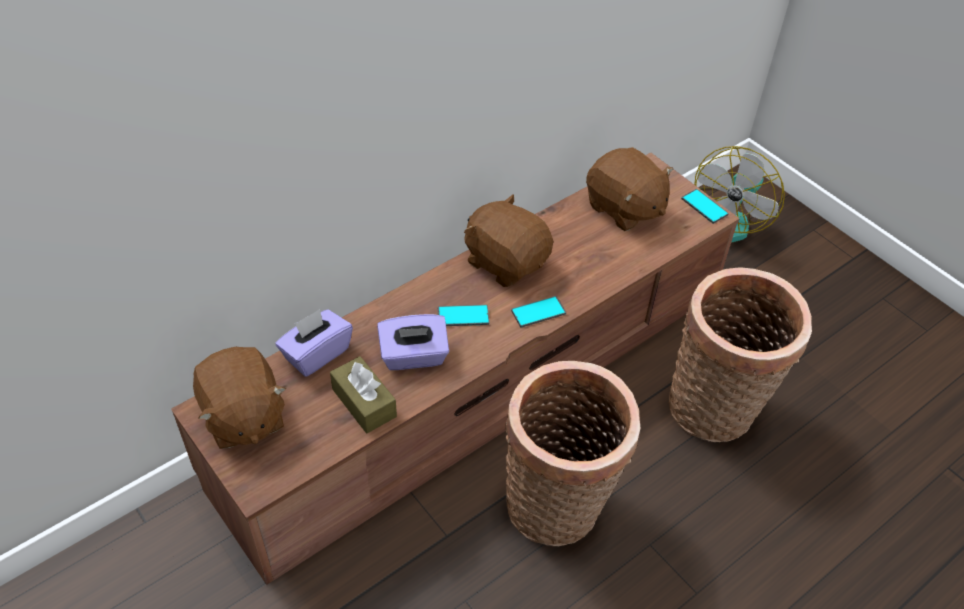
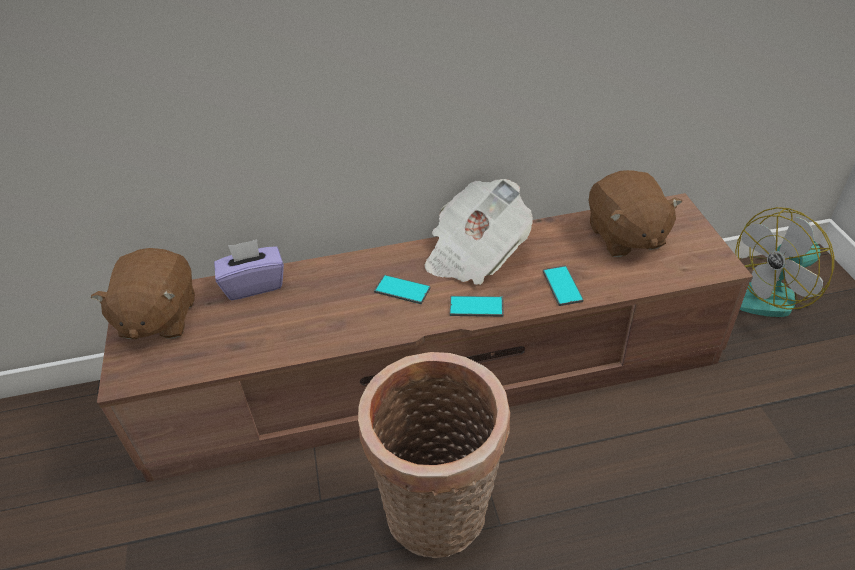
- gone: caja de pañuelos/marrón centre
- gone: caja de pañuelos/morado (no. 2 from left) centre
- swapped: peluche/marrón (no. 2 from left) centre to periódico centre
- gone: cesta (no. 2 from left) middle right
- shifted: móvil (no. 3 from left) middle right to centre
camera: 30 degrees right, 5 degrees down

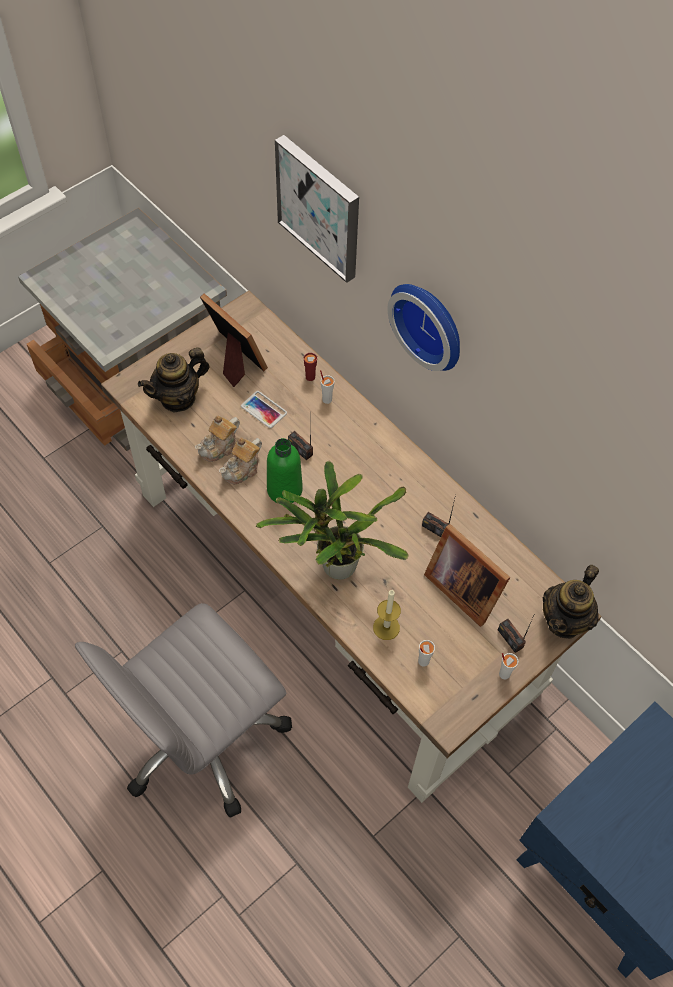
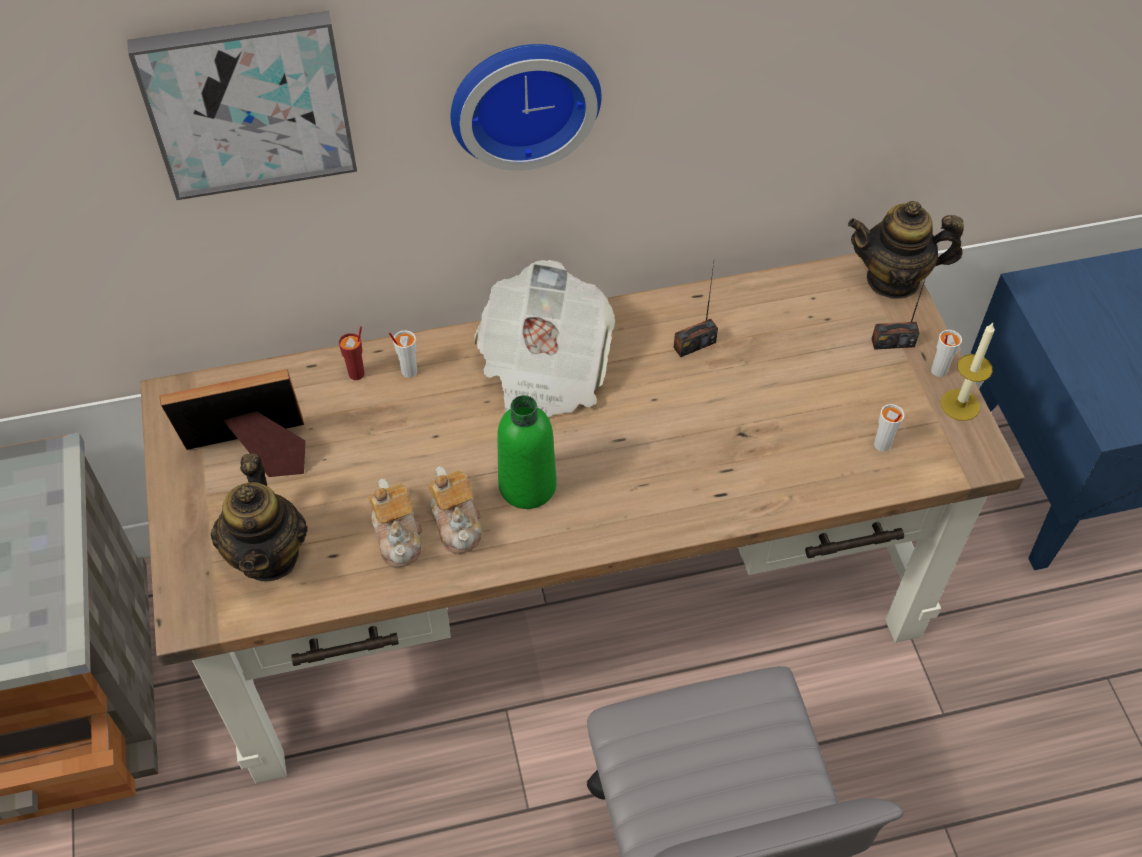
- gone: móvil centre
- gone: planta en maceta centre
- gone: radio (no. 1 from left) centre
- shifted: vela centre to middle right
- gone: portarretratos (no. 2 from left) middle right
- rotated: tetera (no. 4 from left) middle right = top right 120 degrees clockwise
- new: periódico centre
camera: 60 degrees left, 5 degrees down

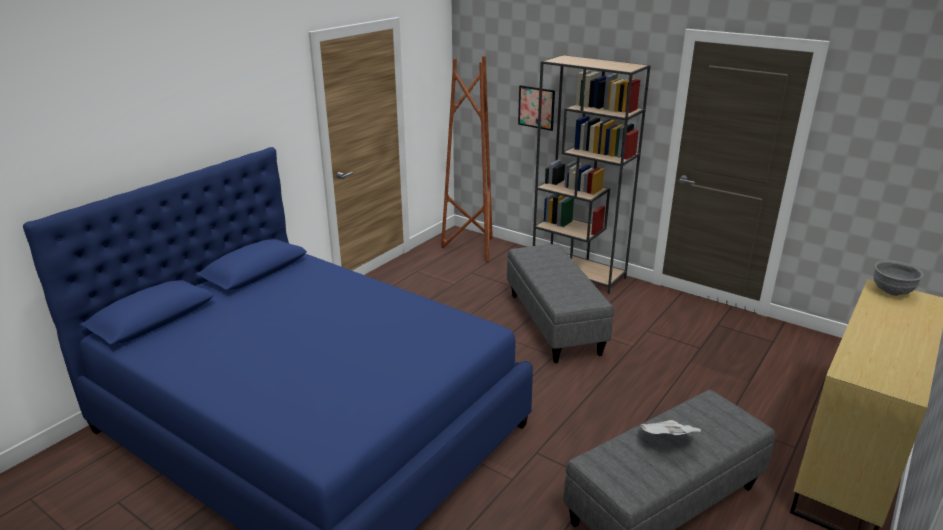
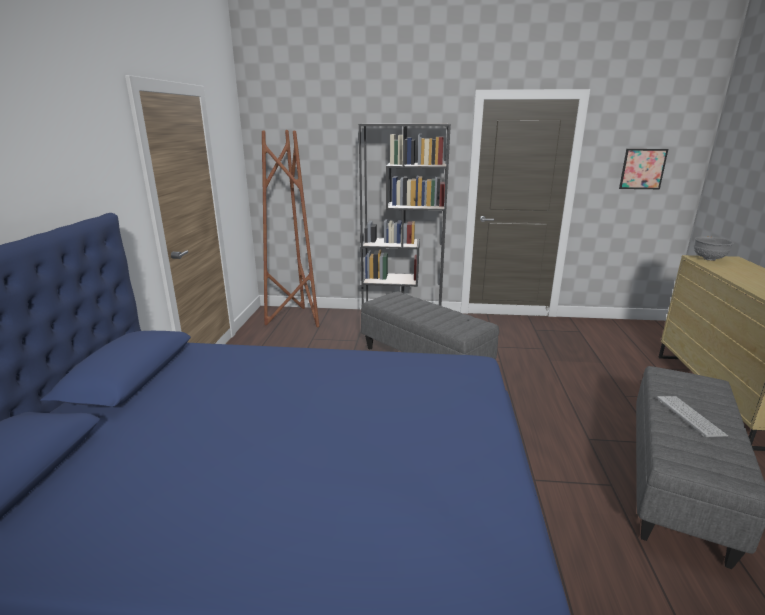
- shifted: cuadro top centre to top right
- swapped: periódico bottom right to teclado bottom right
camera: 30 degrees left, 5 degrees down

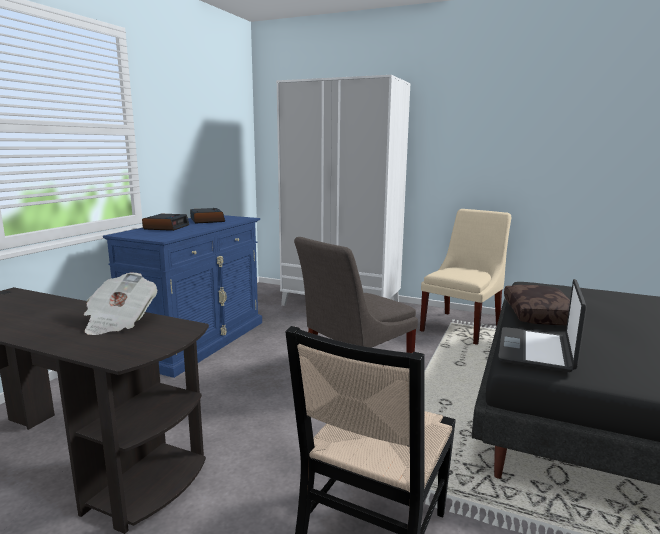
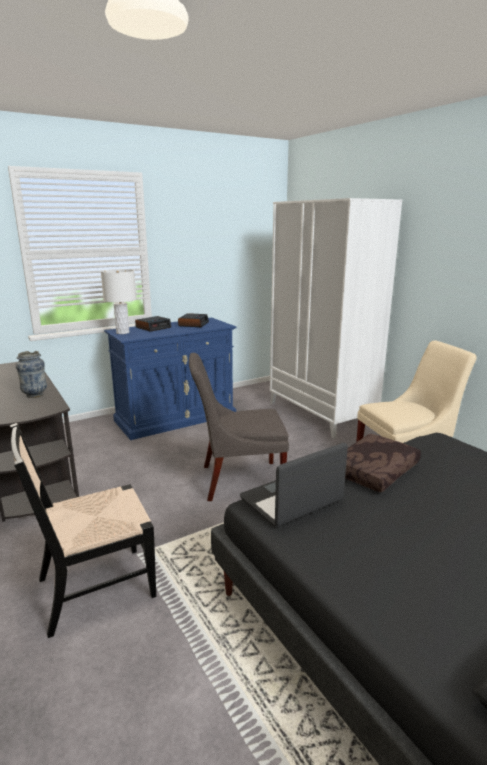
- swapped: periódico middle left to florero middle left
- new: lámpara de mesa/blanco middle left
camera: 35 degrees right, 5 degrees up

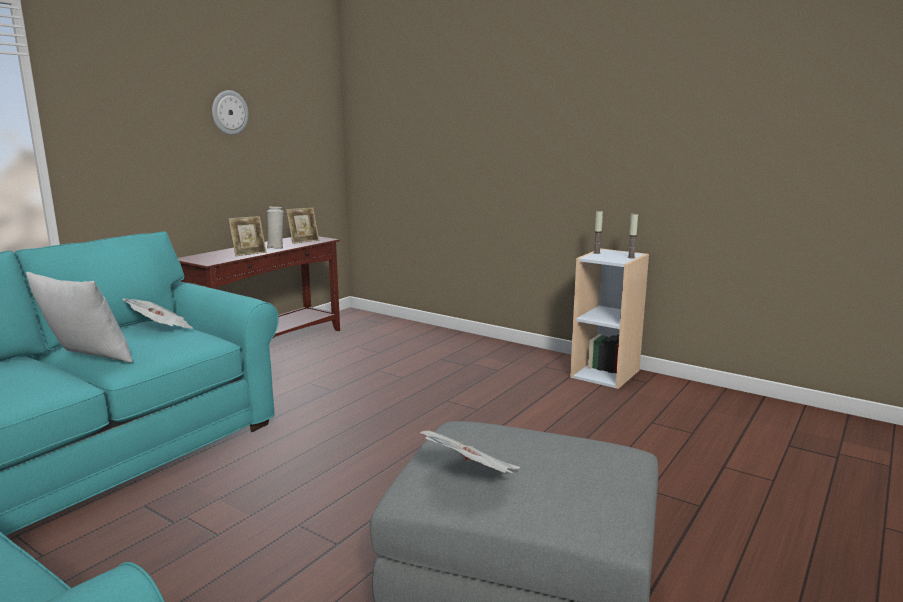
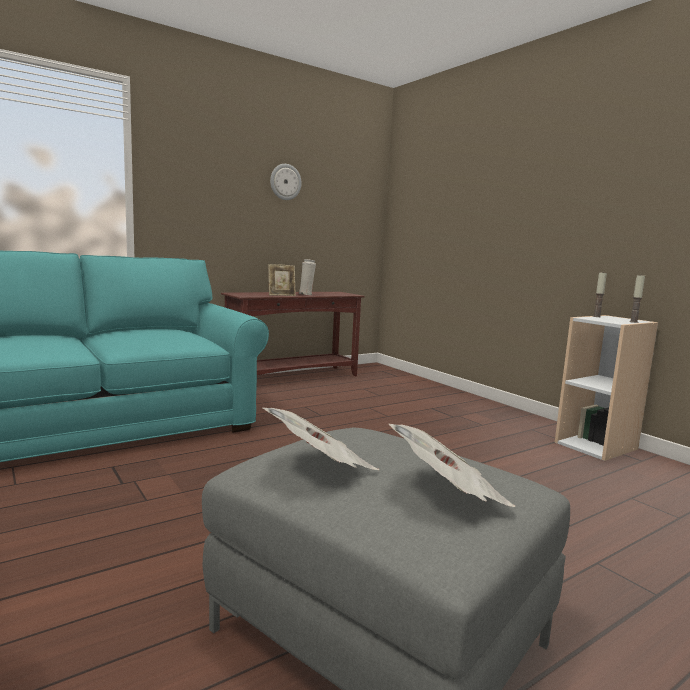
- gone: cojín/gris middle left
- shifted: periódico (no. 1 from left in the first image) middle left to periódico (no. 2 from left) bottom centre
- gone: portarretratos (no. 2 from left) centre
camera: 20 degrees right, 5 degrees down

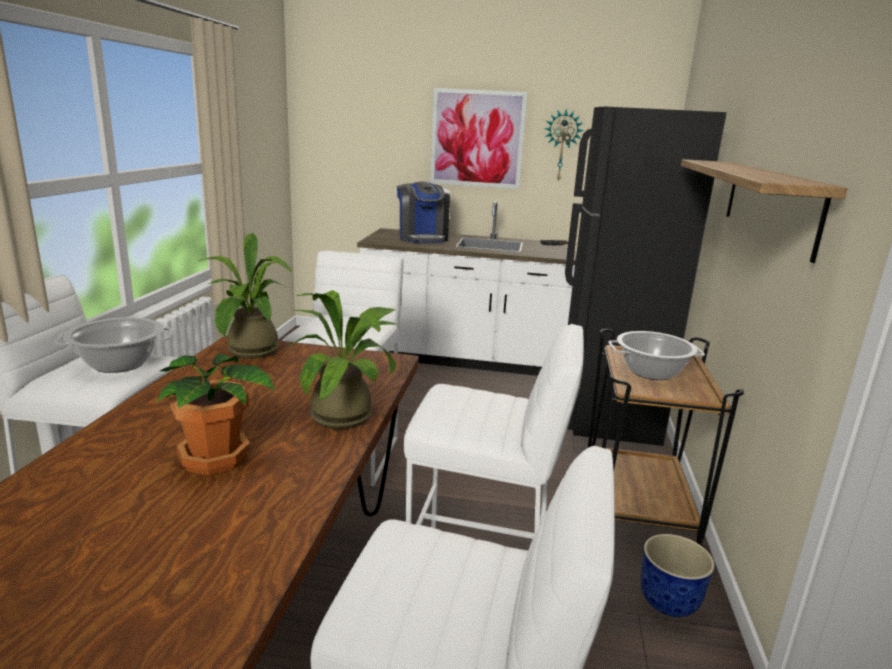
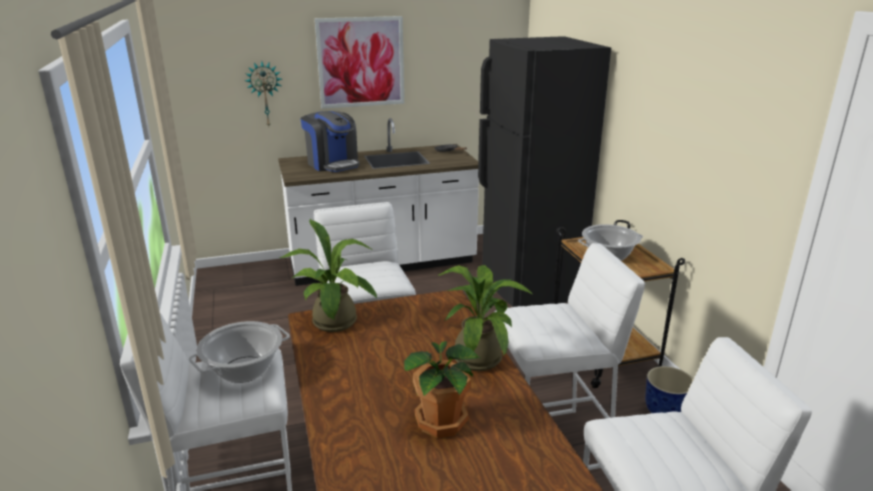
- shifted: reloj de pared top centre to top left
- gone: estante top right
camera: 25 degrees left, 5 degrees up

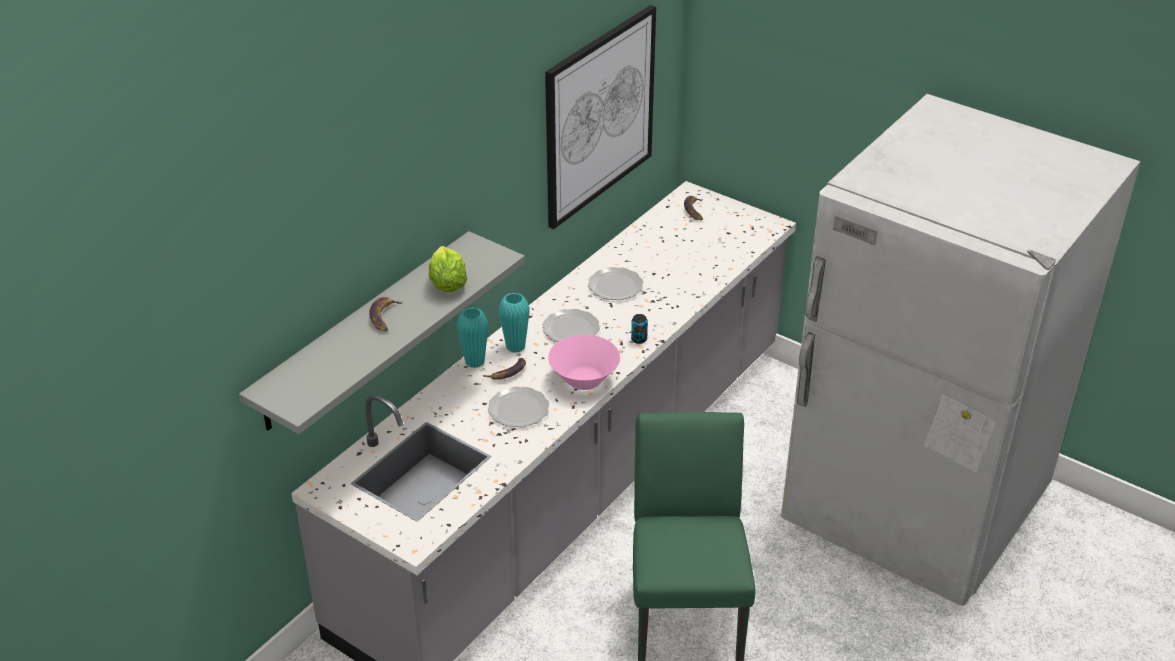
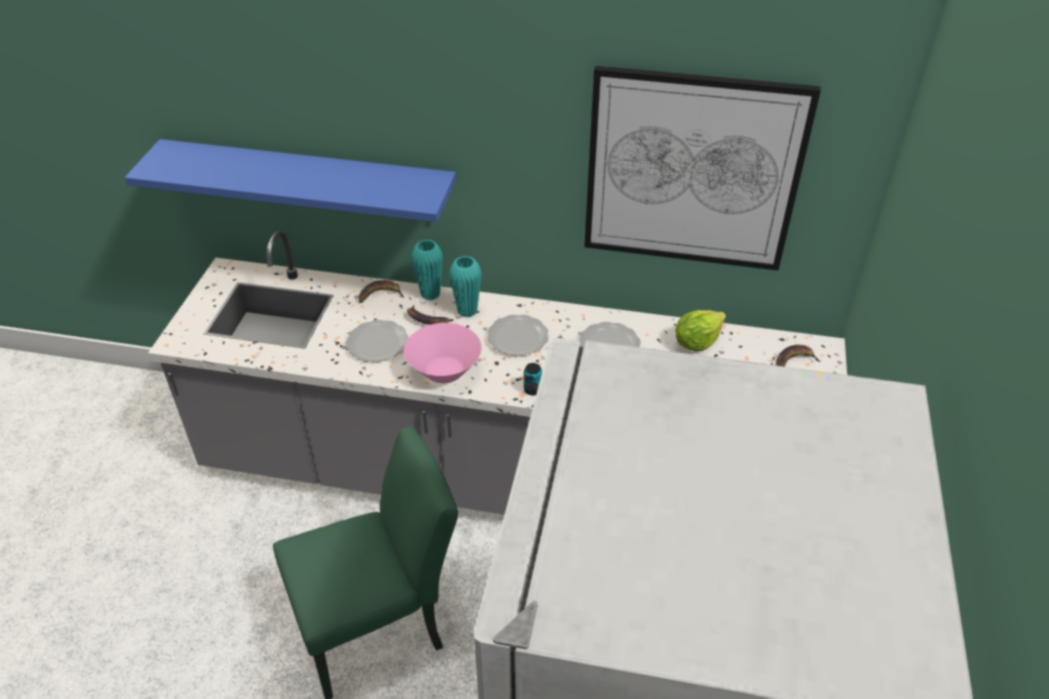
- repainted: estante/gris middle left to estante/azul top left
- shifted: plátano (no. 1 from left) middle left to centre
- shifted: lechuga centre to middle right
camera: 65 degrees right, 5 degrees up

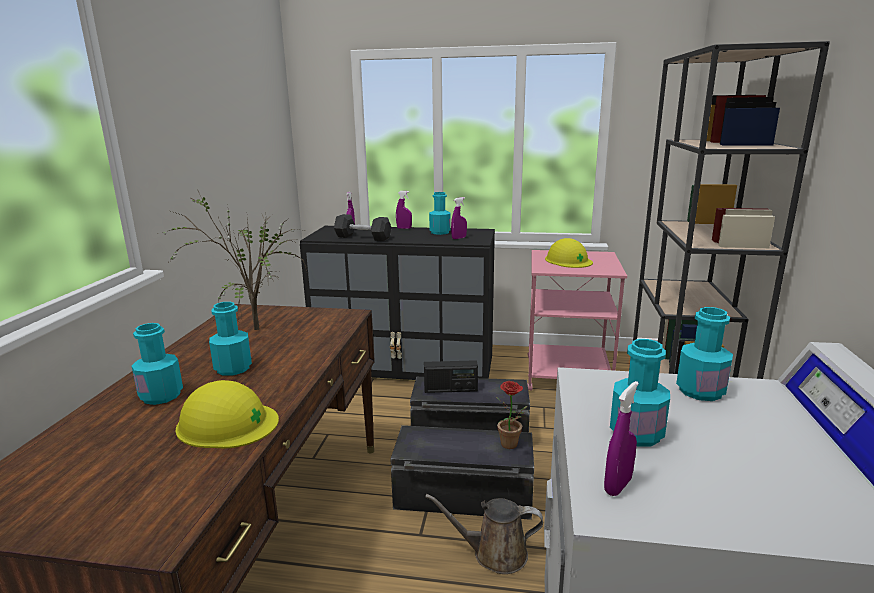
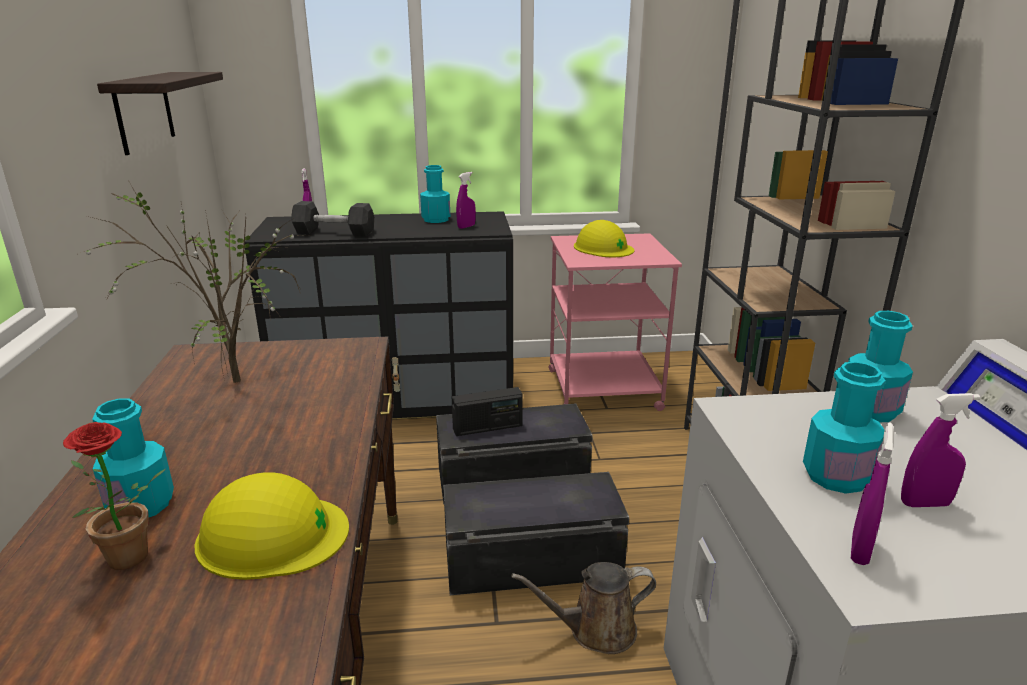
- gone: botella/turquesa (no. 2 from left) middle left
- shifted: pulverizador/morado (no. 2 from left in the first image) centre to pulverizador/morado (no. 4 from left) middle right
- shifted: planta en maceta (no. 2 from left in the first image) bottom centre to planta en maceta (no. 1 from left) bottom left
- new: estante top left
camera: 15 degrees left, 5 degrees up

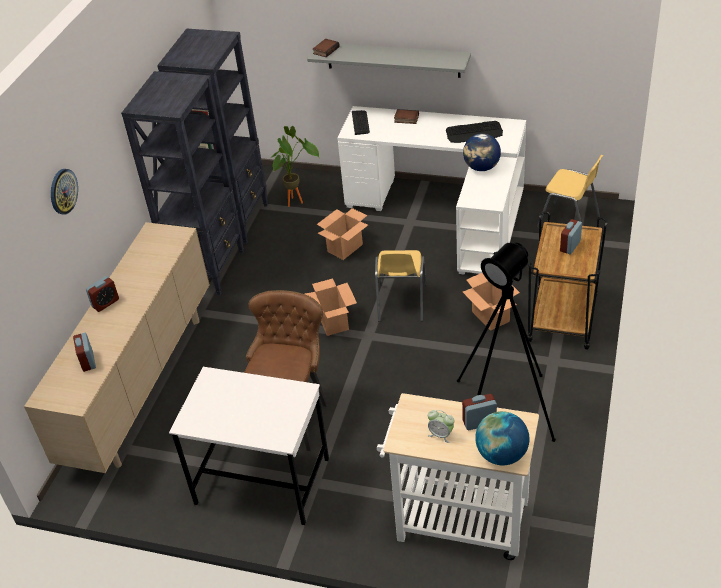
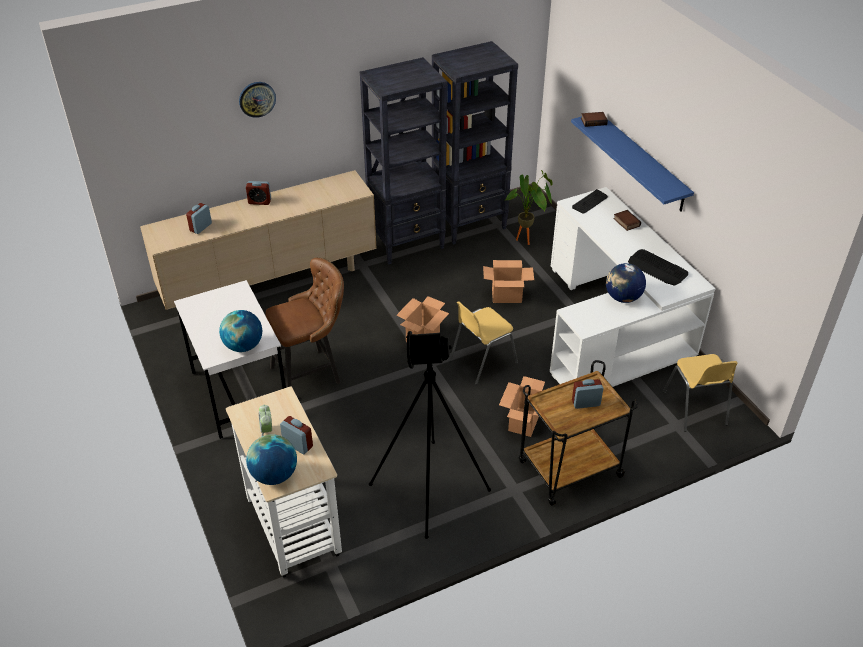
- repainted: estante/gris top centre to estante/azul top right
- new: globo terráqueo (no. 1 from left) middle left
camera: 45 degrees right, 0 degrees up

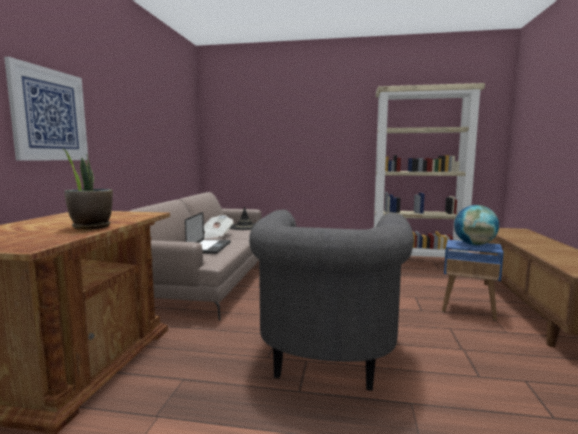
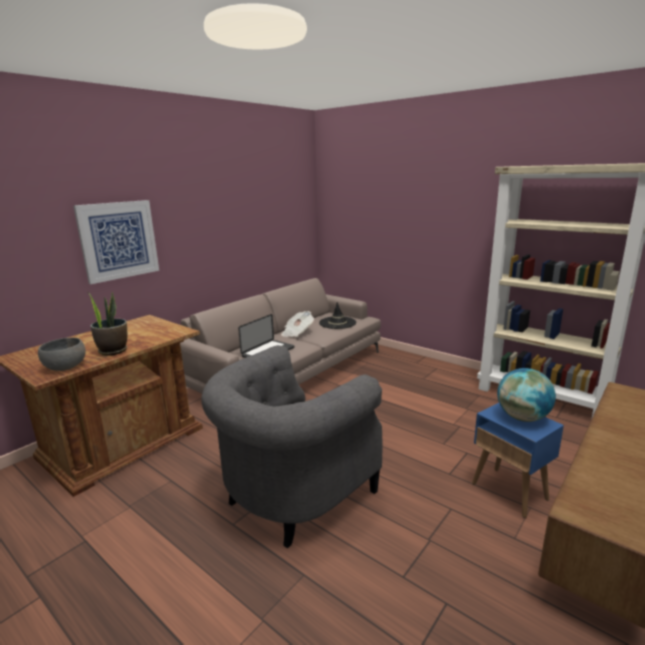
- new: cuenco/gris middle left
camera: 30 degrees right, 10 degrees up

